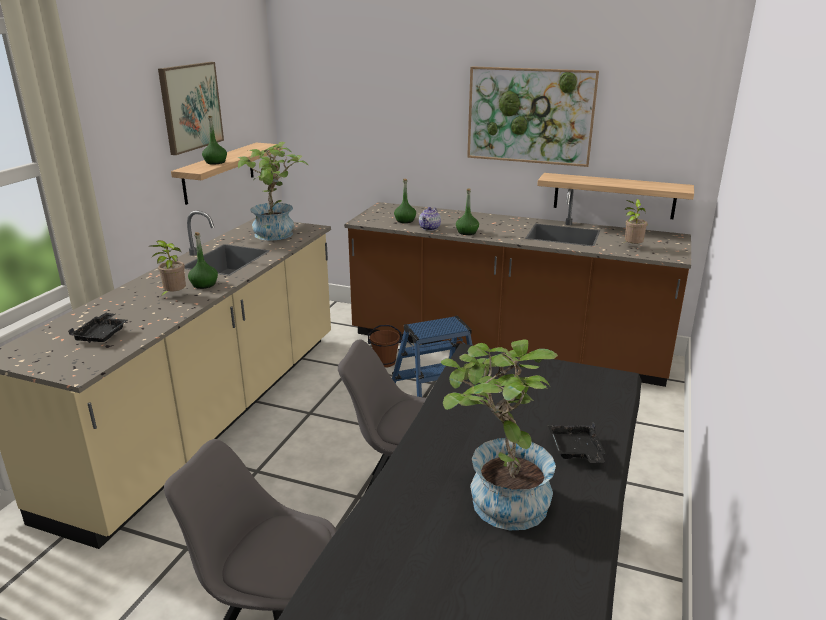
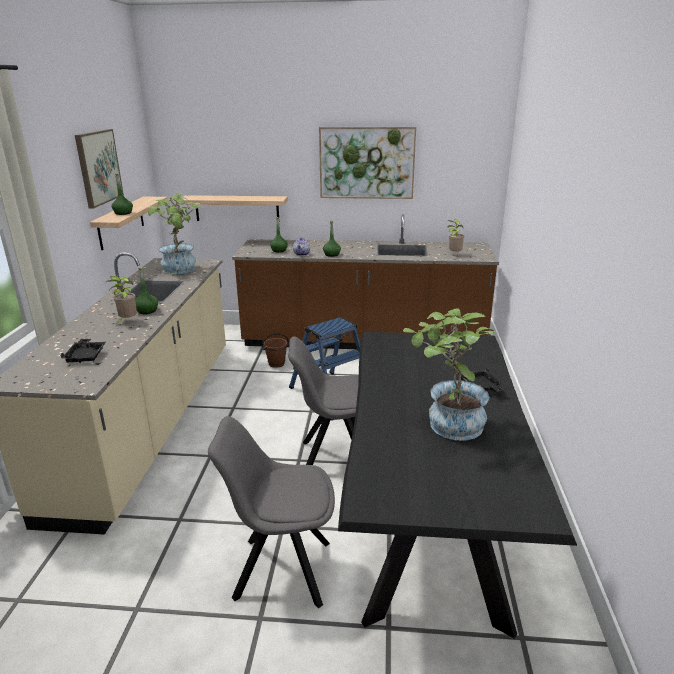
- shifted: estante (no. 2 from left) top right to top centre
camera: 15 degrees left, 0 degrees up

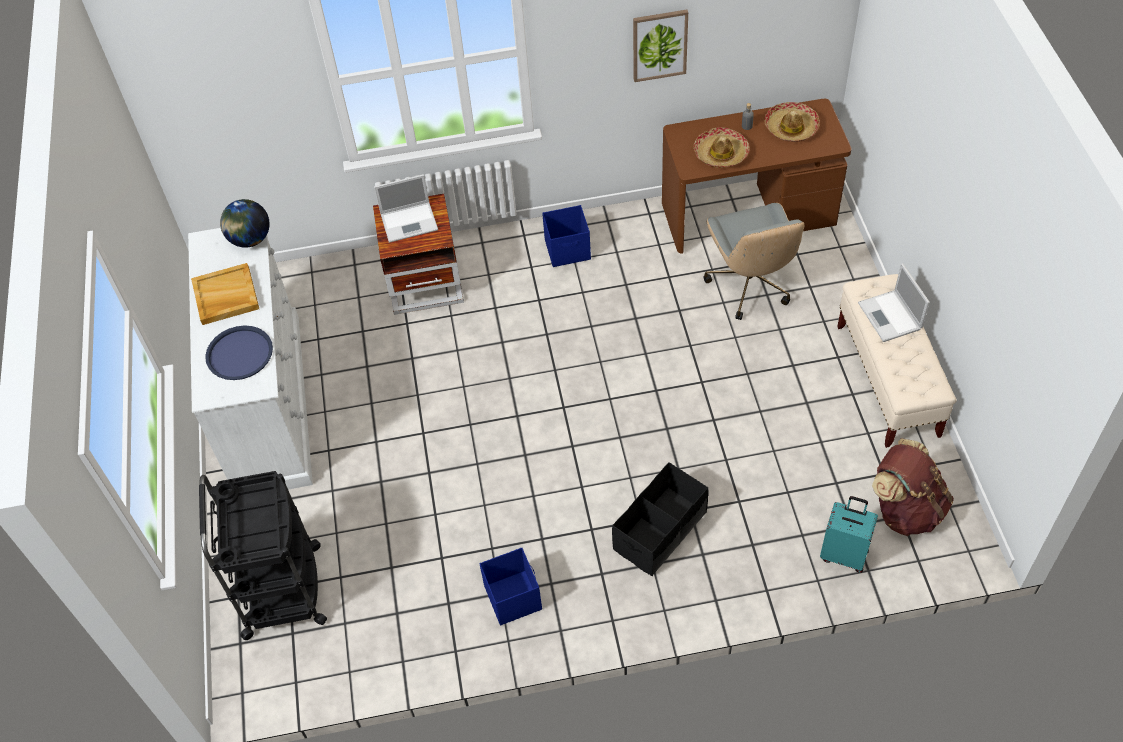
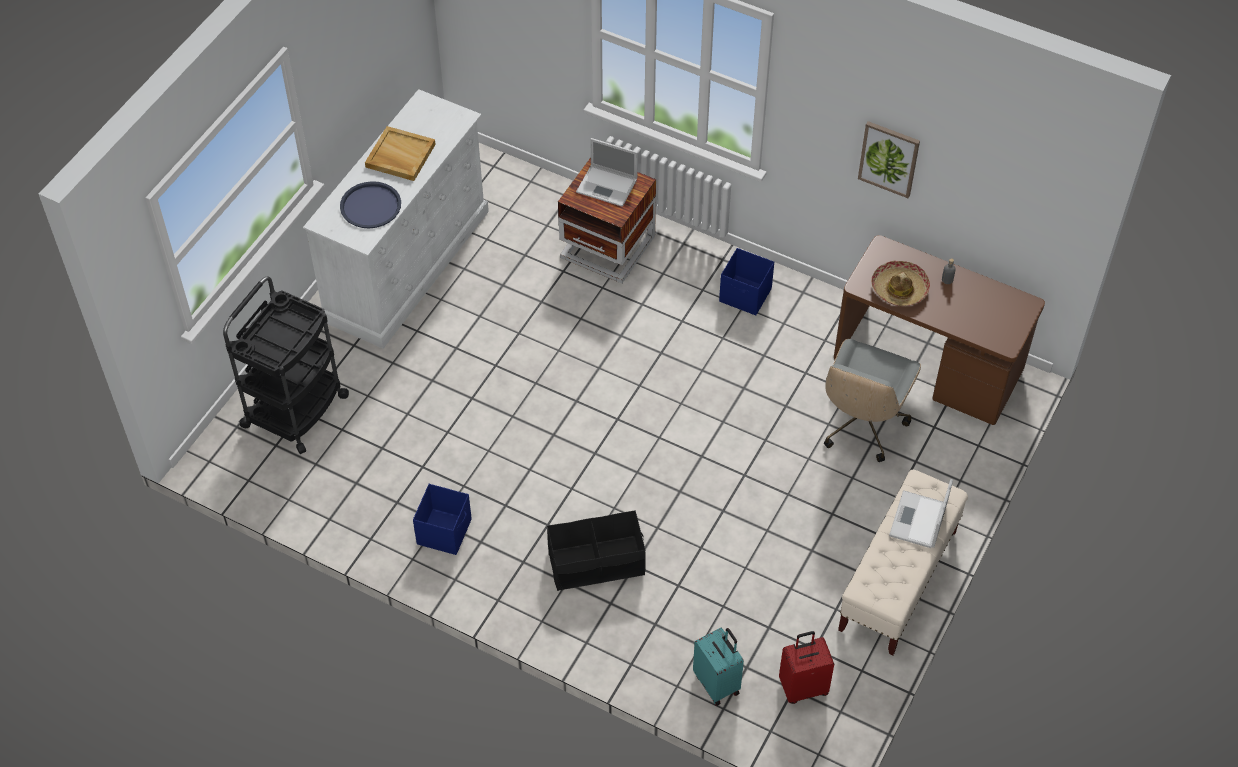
- gone: globo terráqueo top left
- gone: sombrero (no. 2 from left) top right
- swapped: mochila/marrón middle right to maleta/rojo bottom centre
camera: 35 degrees right, 0 degrees up

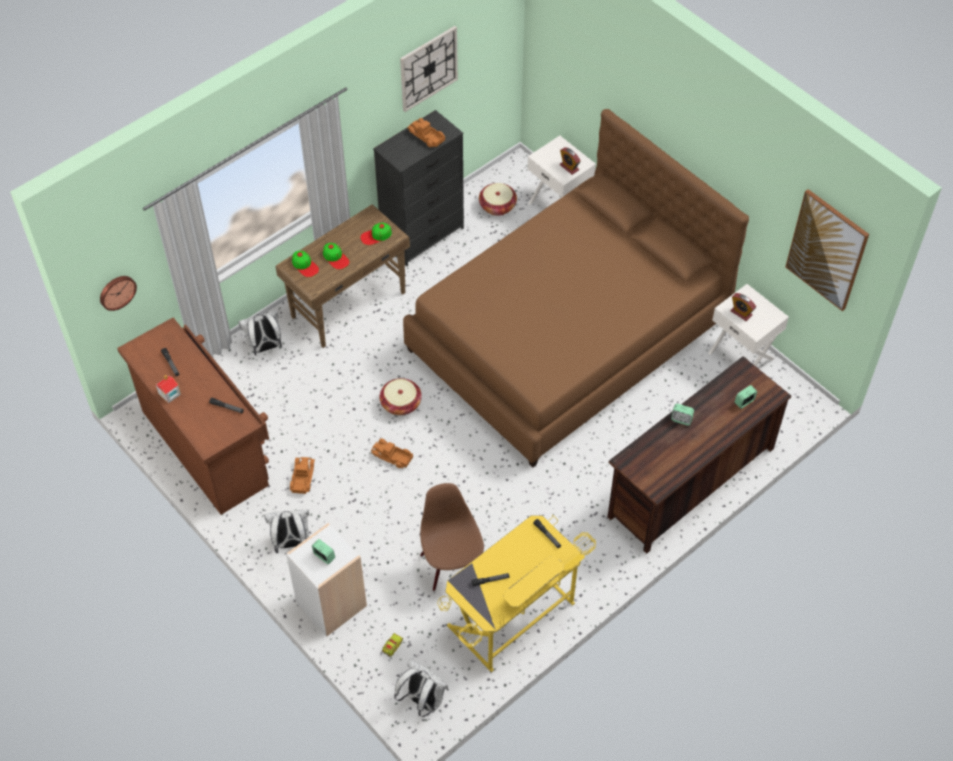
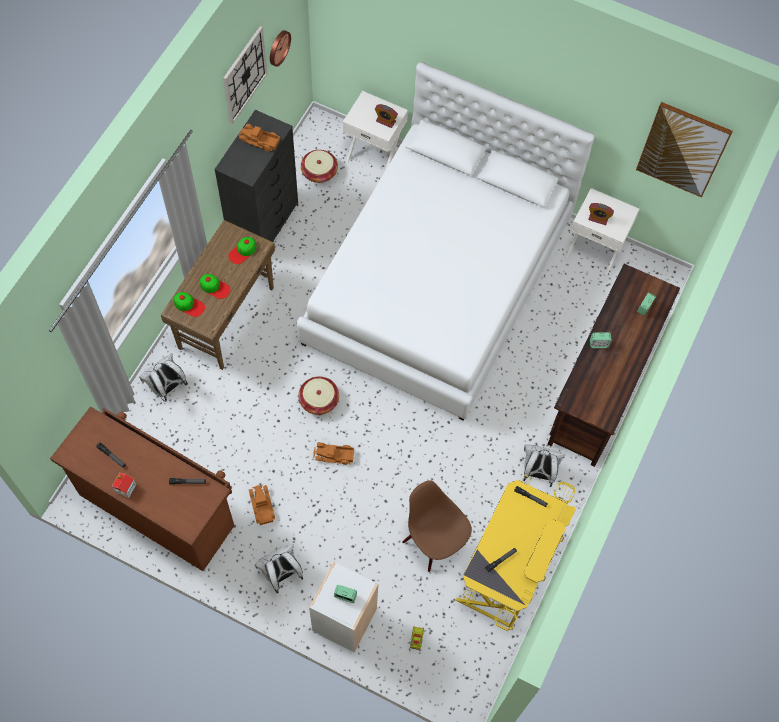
- shifted: reloj de pared (no. 1 from left in the first image) middle left to reloj de pared (no. 2 from left) top centre
- shifted: mochila/blanco (no. 3 from left) bottom centre to middle right
- repainted: cama/marrón centre to cama/blanco centre
camera: 25 degrees left, 10 degrees up

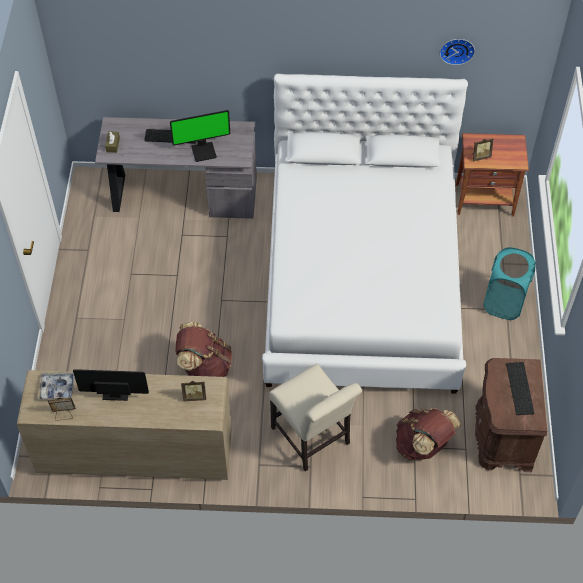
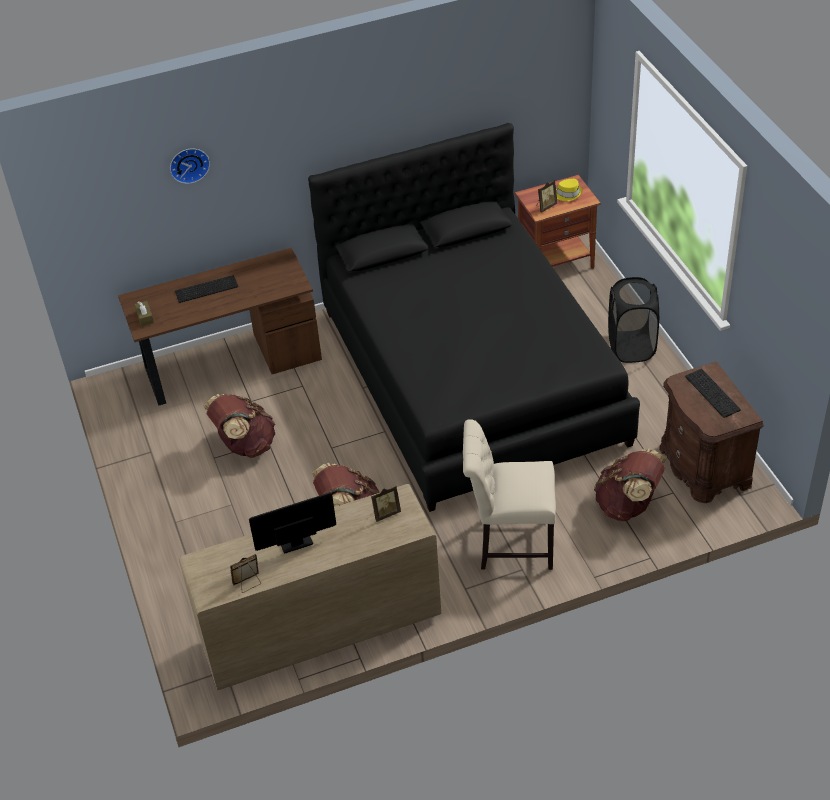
- gone: bandeja middle left
- repainted: escritorio/gris top left to escritorio/marrón middle left
- gone: monitor (no. 2 from left) top centre
- repainted: cama/blanco centre to cama/negro centre
- rotated: silla/beis bottom centre = centre 150 degrees clockwise
- shifted: reloj de pared top right to top left
- repainted: cesto de la ropa/turquesa middle right to cesto de la ropa/negro middle right
- new: mochila/marrón (no. 1 from left) middle left
- new: sombrero/amarillo top right
camera: 20 degrees left, 10 degrees down

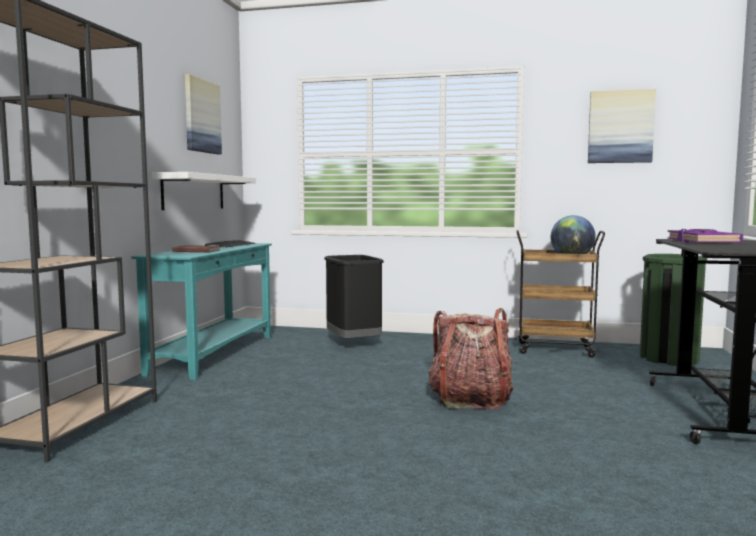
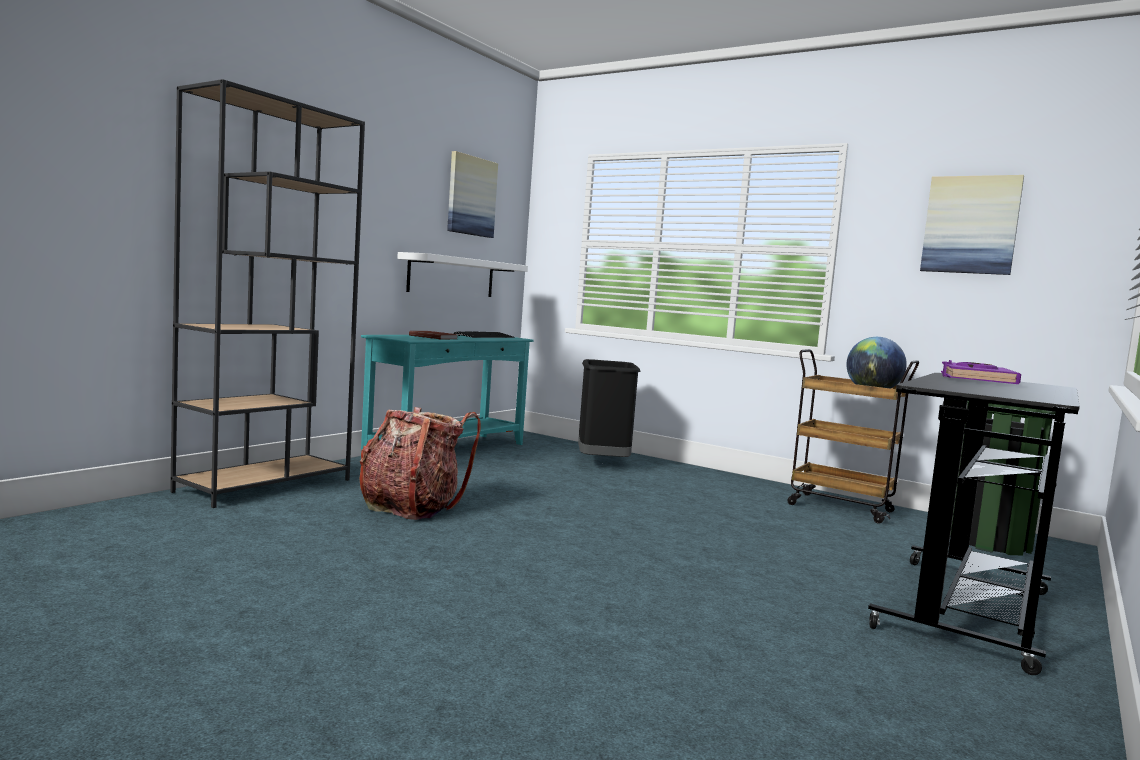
- shifted: mochila bottom centre to centre
camera: 20 degrees right, 0 degrees up

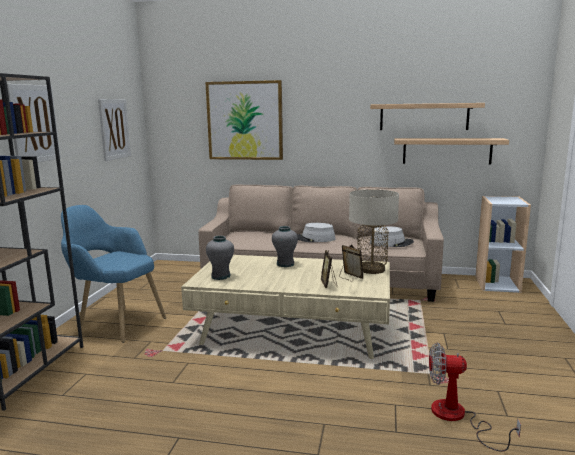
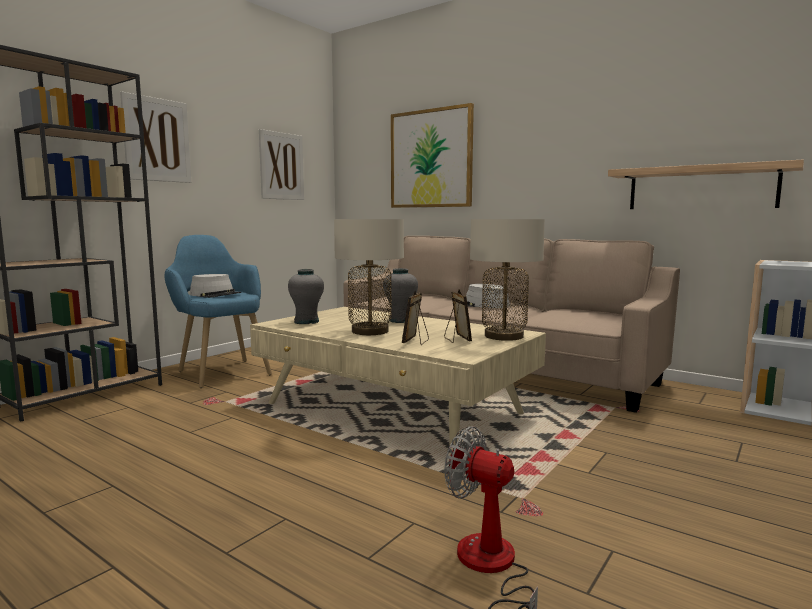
- gone: estante (no. 1 from left) top right
- shifted: sombrero/gris (no. 2 from left in the first image) middle right to sombrero/gris (no. 1 from left) middle left
- new: lámpara de mesa (no. 1 from left) centre
camera: 25 degrees right, 5 degrees down

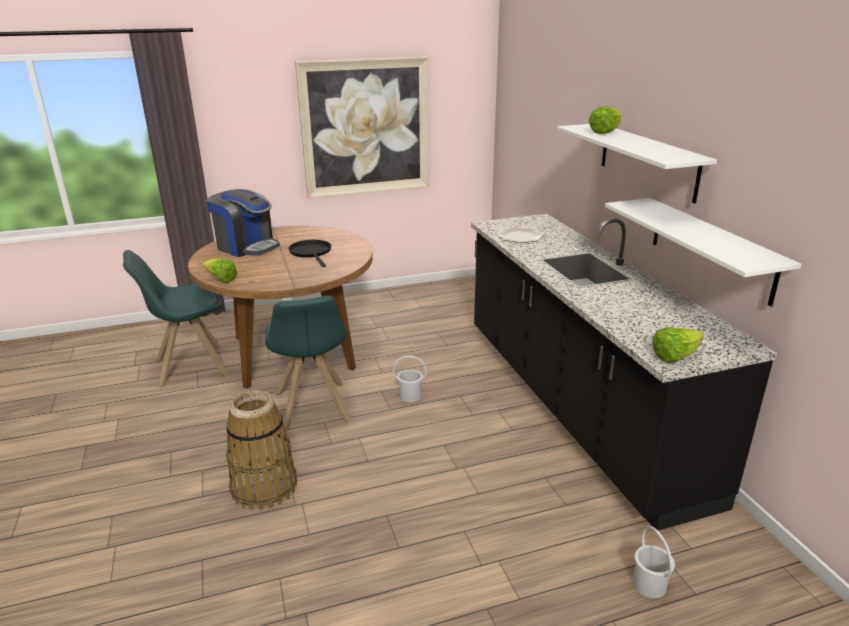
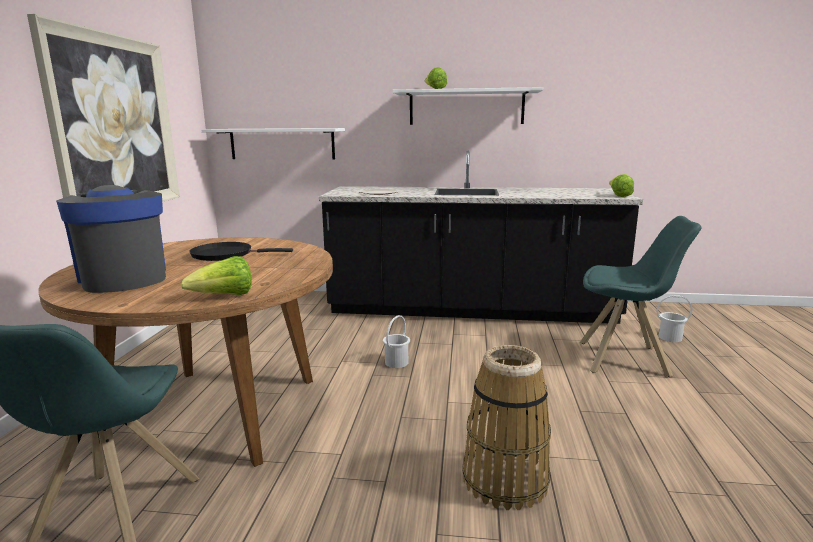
- rotated: cafetera middle left = middle left 90 degrees counterclockwise
- shifted: silla/turquesa (no. 2 from left) centre to middle right
- shifted: estante/blanco (no. 2 from left in the first image) middle right to estante/blanco (no. 1 from left) top centre
camera: 65 degrees left, 10 degrees down

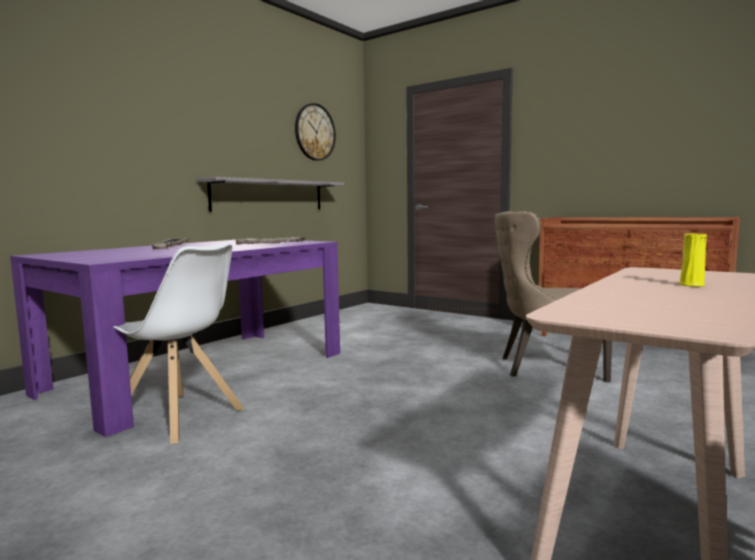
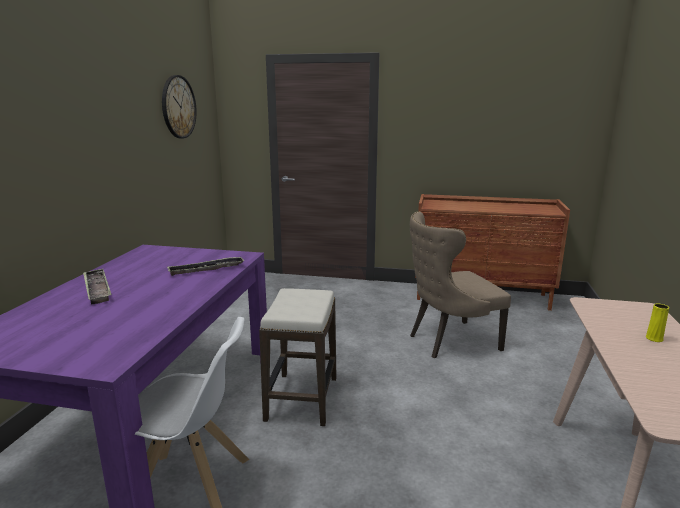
- gone: estante/gris centre
- new: taburete bottom centre
camera: 25 degrees left, 10 degrees up

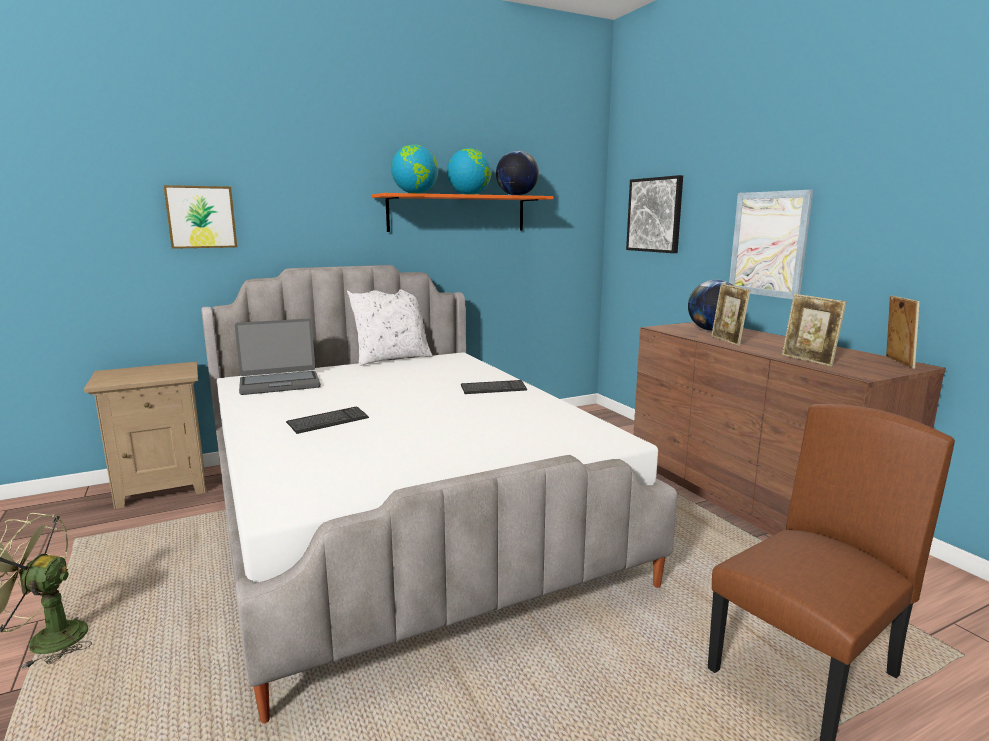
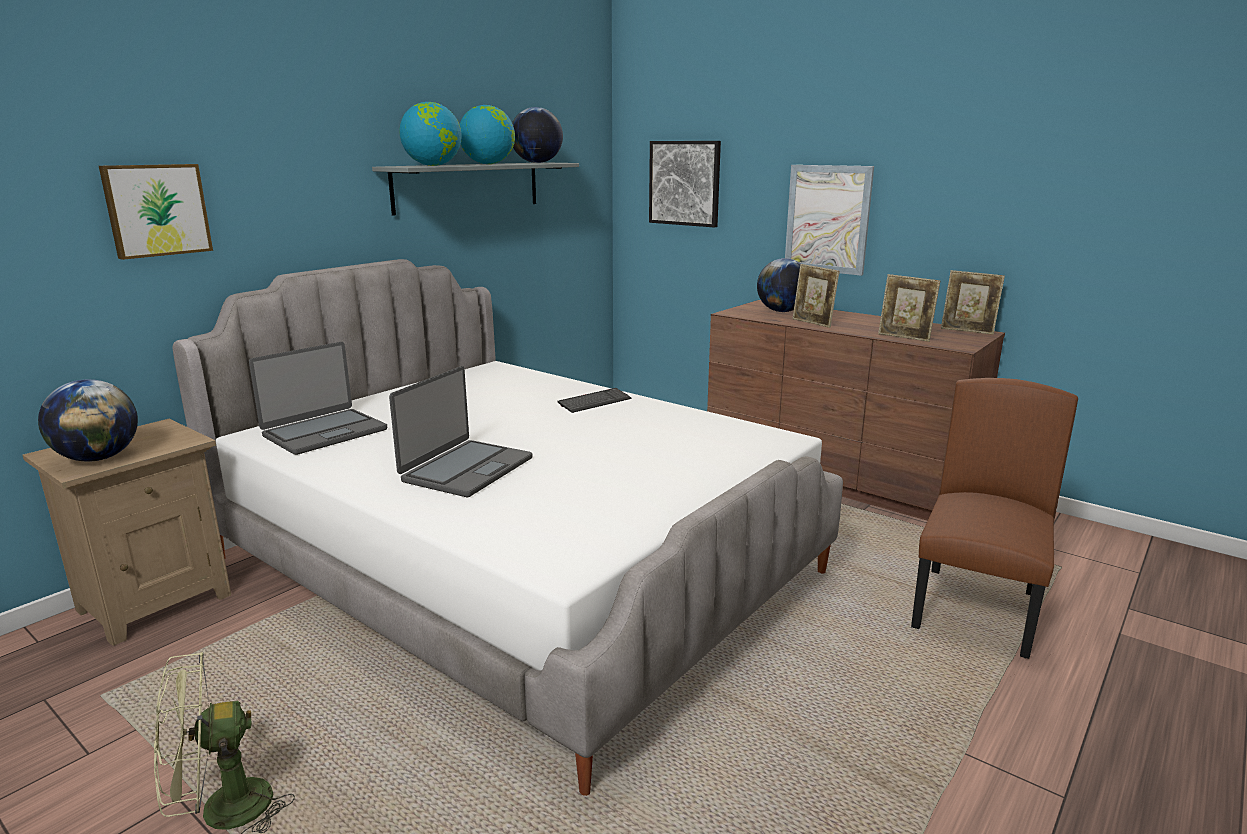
- swapped: teclado (no. 1 from left) middle left to portátil (no. 2 from left) centre
- gone: cojín/blanco centre
- repainted: estante/naranja top centre to estante/gris top centre
- rotated: portarretratos (no. 3 from left) middle right = middle right 135 degrees clockwise
- new: globo terráqueo (no. 1 from left) middle left
camera: 25 degrees left, 5 degrees up

